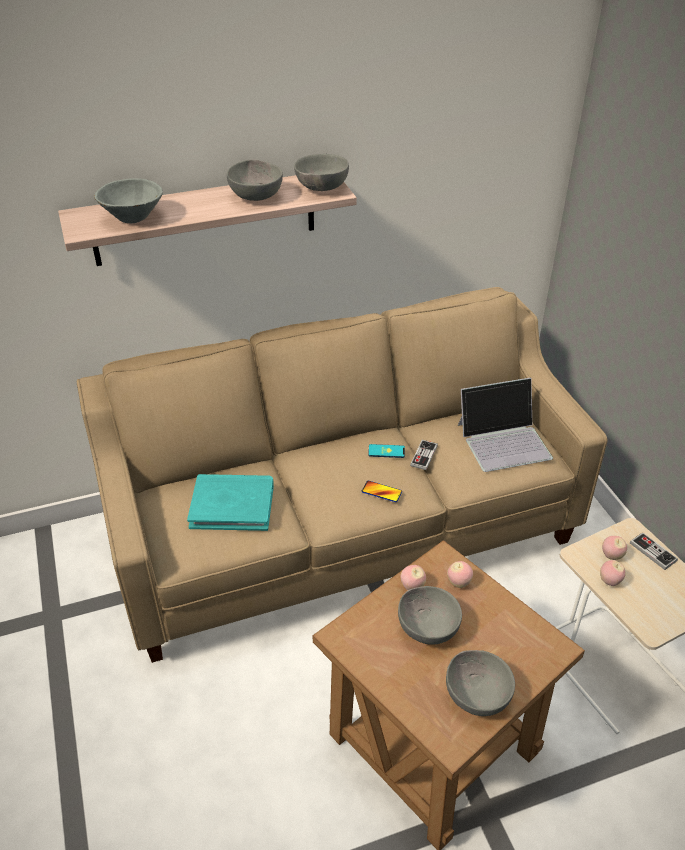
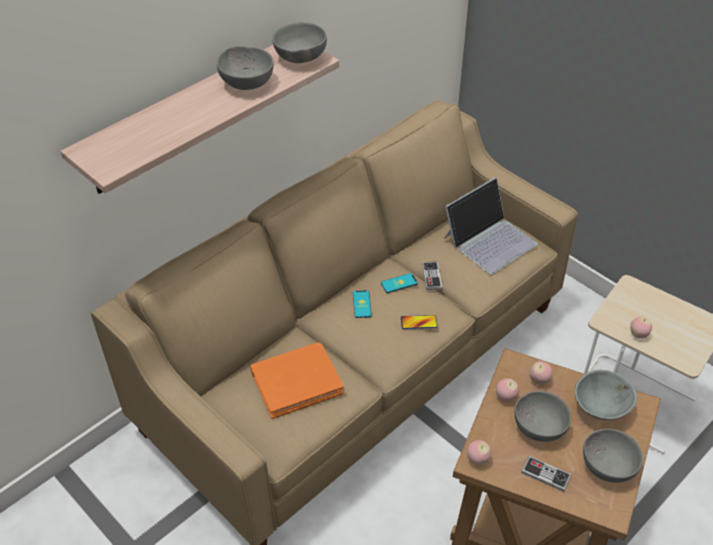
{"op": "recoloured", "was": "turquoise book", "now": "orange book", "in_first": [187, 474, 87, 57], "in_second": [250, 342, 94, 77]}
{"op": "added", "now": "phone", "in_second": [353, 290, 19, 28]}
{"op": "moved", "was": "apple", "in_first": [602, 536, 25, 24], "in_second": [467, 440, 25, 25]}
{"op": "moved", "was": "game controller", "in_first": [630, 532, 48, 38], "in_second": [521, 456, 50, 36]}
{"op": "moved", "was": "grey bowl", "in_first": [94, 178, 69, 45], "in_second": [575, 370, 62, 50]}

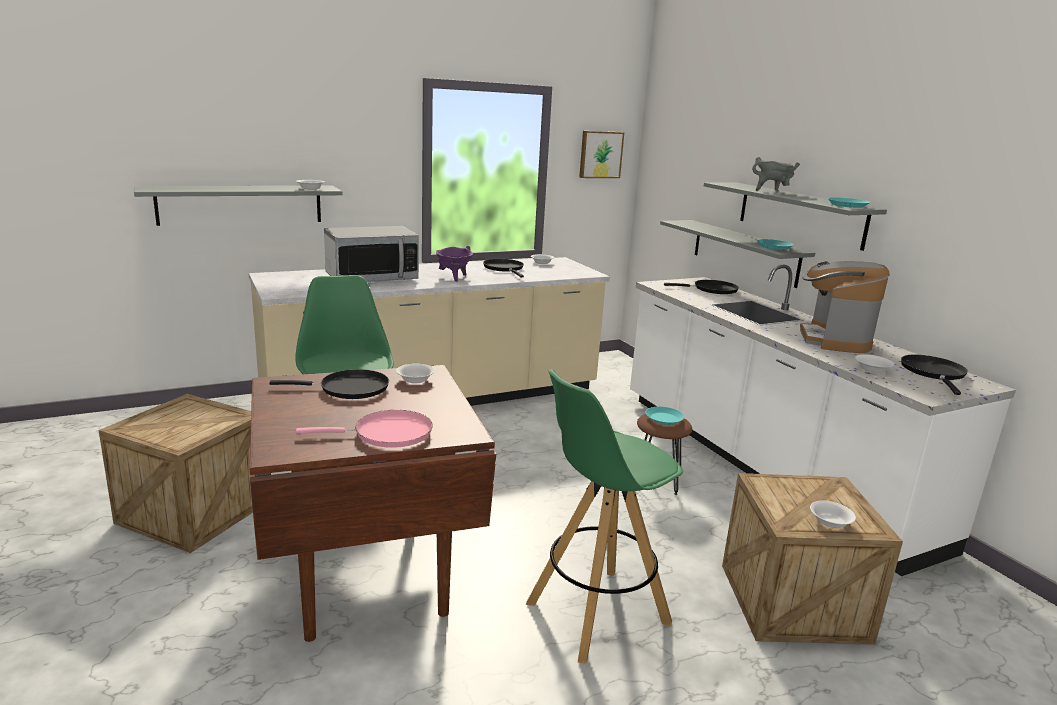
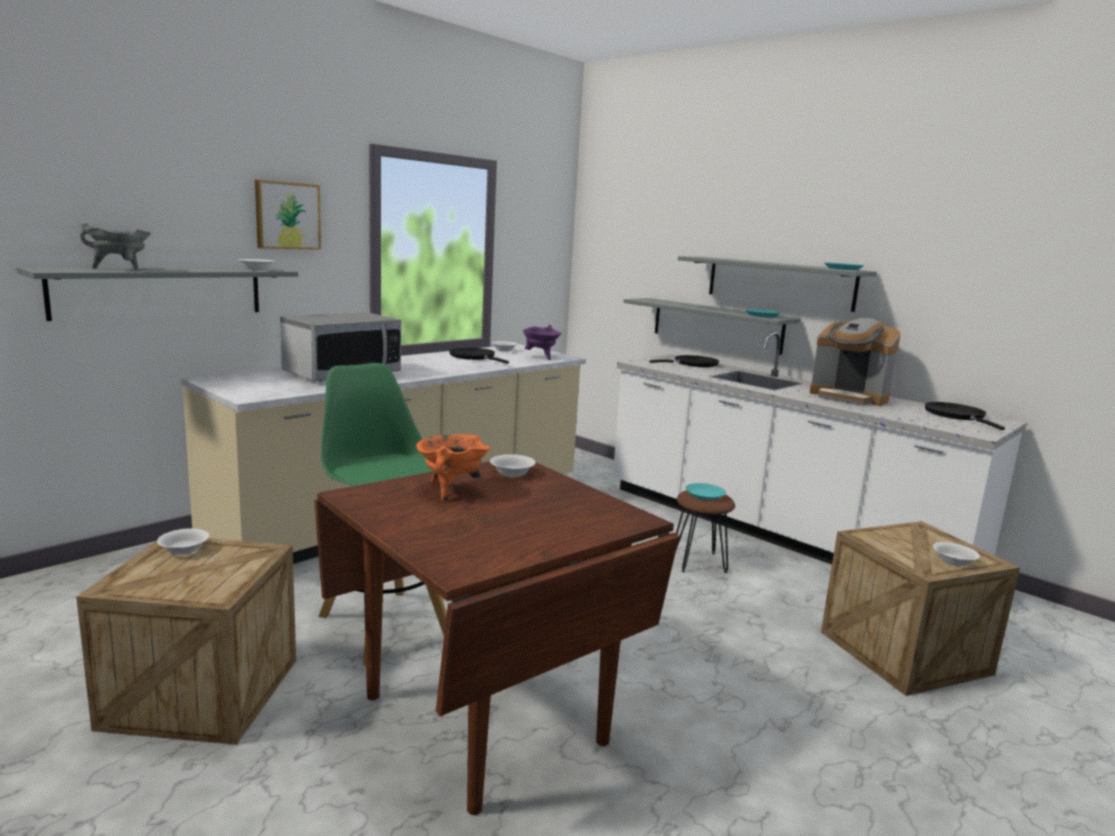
{"op": "moved", "was": "grey cooking pot", "in_first": [752, 157, 48, 34], "in_second": [80, 223, 71, 46]}
{"op": "moved", "was": "white bowl", "in_first": [855, 354, 39, 19], "in_second": [157, 528, 53, 27]}
{"op": "moved", "was": "picture", "in_first": [579, 131, 45, 47], "in_second": [255, 180, 66, 70]}
{"op": "replaced", "was": "black frying pan", "now": "orange cooking pot", "in_first": [270, 369, 119, 30], "in_second": [416, 434, 74, 68]}
{"op": "moved", "was": "purple cooking pot", "in_first": [436, 246, 37, 35], "in_second": [522, 325, 39, 35]}
{"op": "turned", "was": "coffee machine", "in_first": [800, 261, 90, 92], "in_second": [810, 318, 91, 88], "clockwise": -45}
{"op": "removed", "was": "pink frying pan", "in_first": [296, 410, 137, 38]}
{"op": "removed", "was": "green stool", "in_first": [526, 369, 157, 295]}

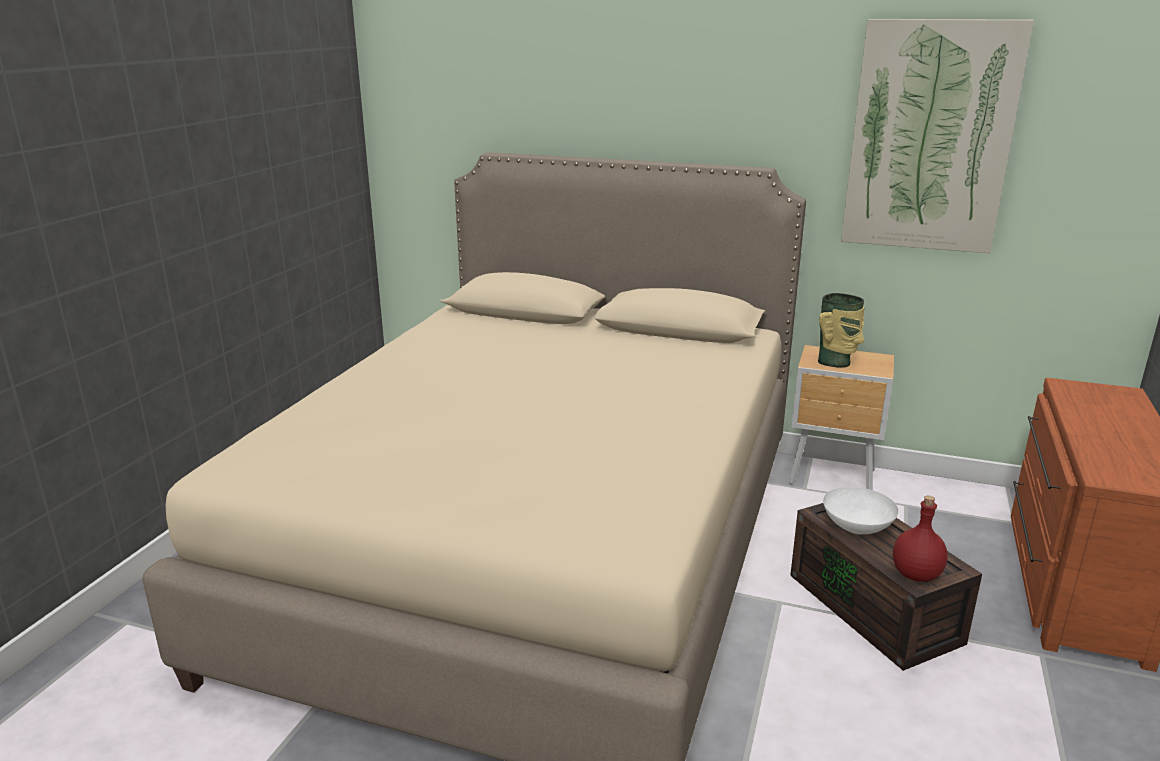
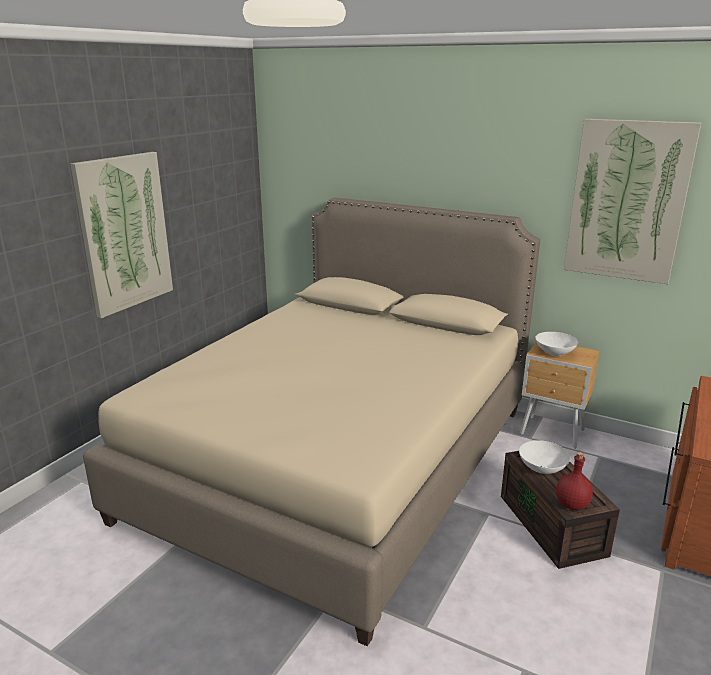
{"op": "added", "now": "picture", "in_second": [70, 152, 103, 166]}
{"op": "replaced", "was": "vase", "now": "white bowl", "in_first": [818, 293, 46, 75], "in_second": [535, 332, 43, 24]}

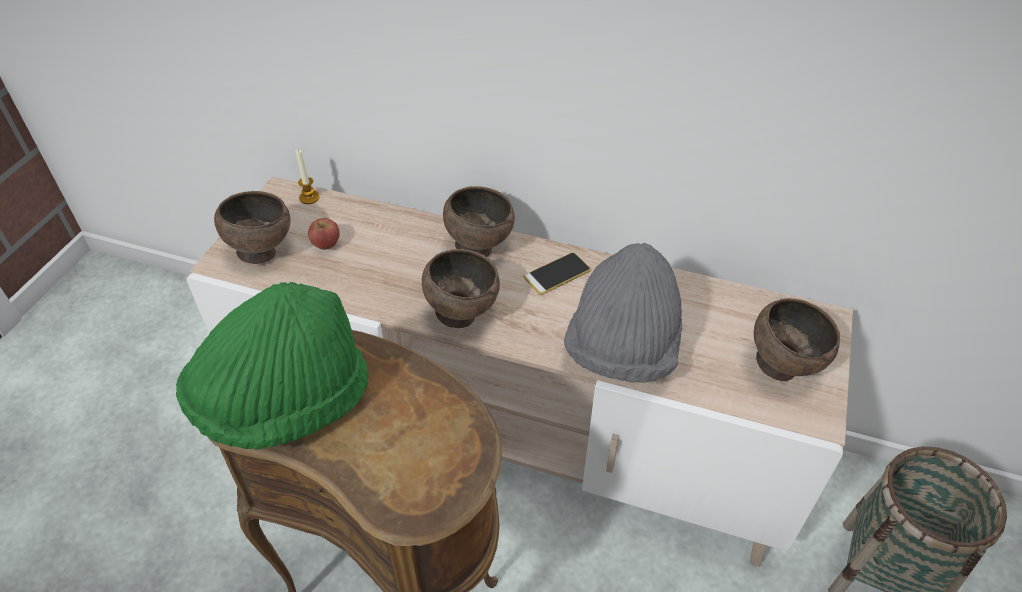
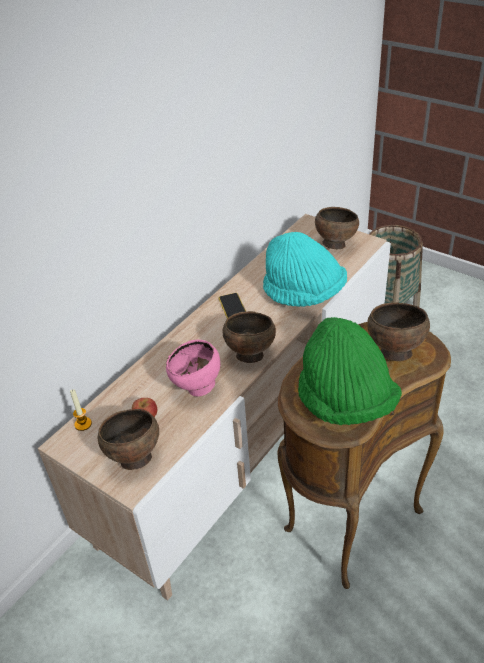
{"op": "added", "now": "pink bowl", "in_second": [166, 340, 54, 56]}
{"op": "recoloured", "was": "grey hat", "now": "turquoise hat", "in_first": [564, 243, 118, 140], "in_second": [263, 232, 84, 75]}
{"op": "moved", "was": "brown bowl", "in_first": [443, 186, 72, 71], "in_second": [367, 302, 63, 59]}

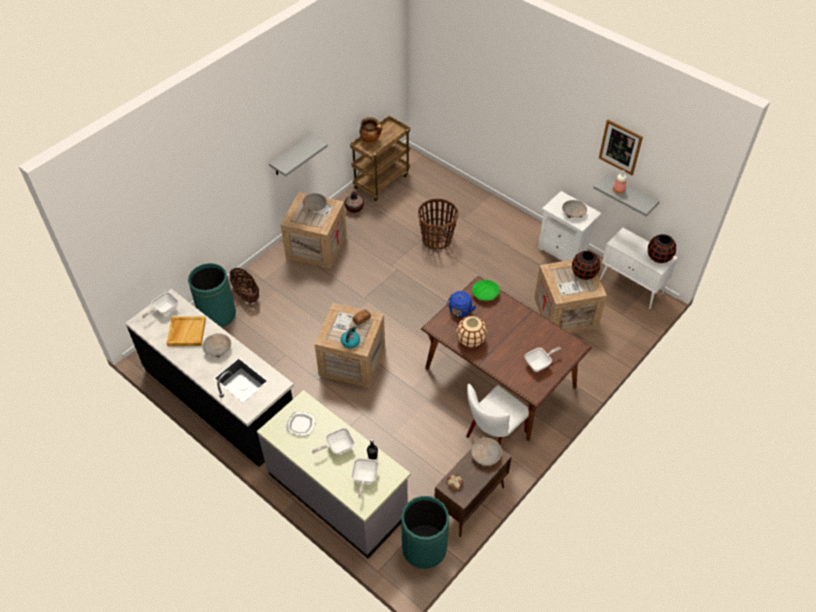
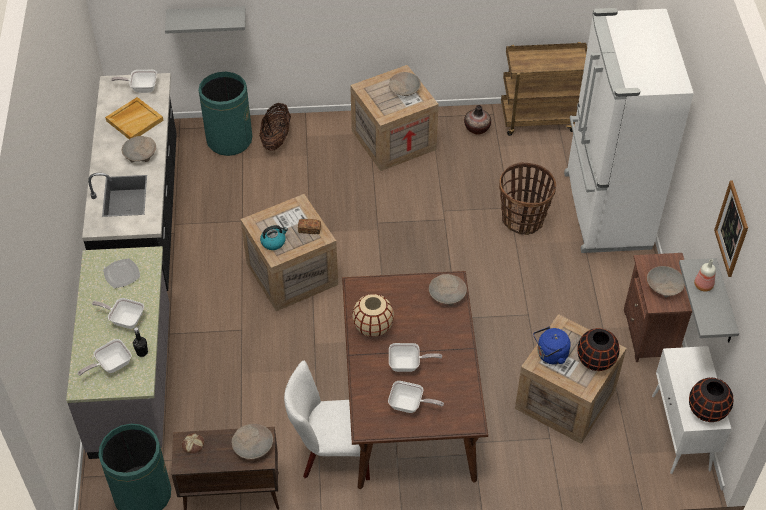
{"op": "moved", "was": "grey shelf", "in_first": [269, 135, 59, 41], "in_second": [165, 6, 80, 27]}
{"op": "added", "now": "frying pan", "in_second": [389, 343, 53, 29]}
{"op": "recoloured", "was": "green bowl", "now": "beige bowl", "in_first": [472, 280, 28, 21], "in_second": [429, 274, 38, 32]}
{"op": "moved", "was": "blue kettle", "in_first": [446, 291, 30, 26], "in_second": [534, 326, 37, 38]}
{"op": "added", "now": "white fridge", "in_second": [564, 8, 130, 245]}
{"op": "recoloured", "was": "white nightstand", "now": "brown nightstand", "in_first": [538, 191, 64, 70], "in_second": [624, 253, 68, 109]}
{"op": "removed", "was": "cooking pot", "in_first": [359, 117, 23, 27]}

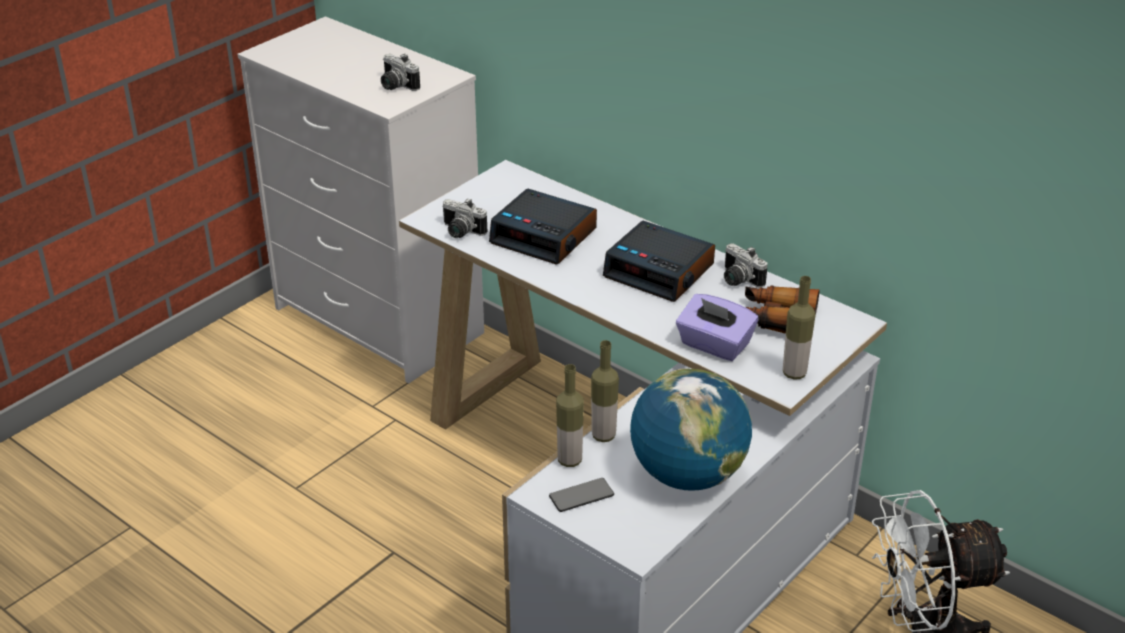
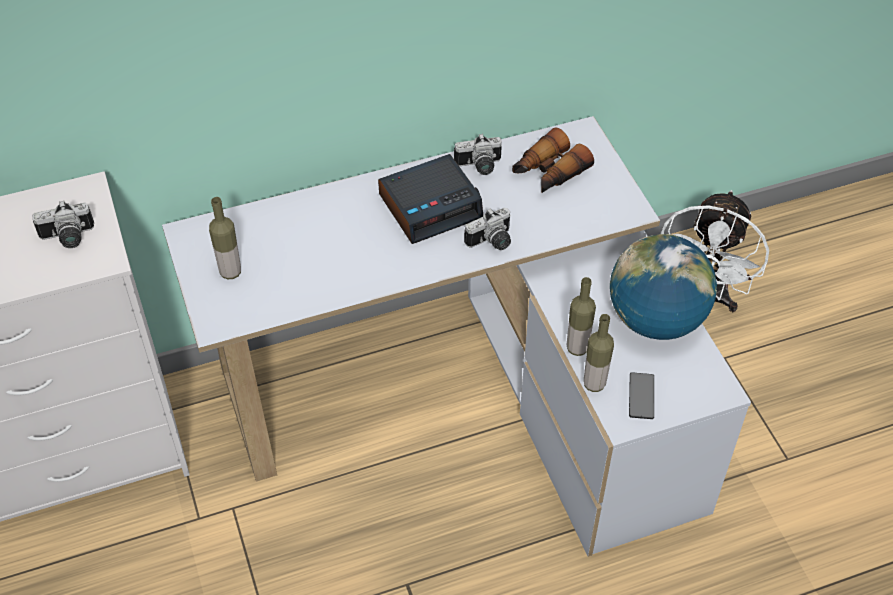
{"op": "moved", "was": "bottle", "in_first": [783, 276, 32, 104], "in_second": [209, 197, 32, 82]}
{"op": "moved", "was": "photo camera", "in_first": [442, 198, 45, 40], "in_second": [464, 208, 47, 42]}
{"op": "removed", "was": "alarm clock", "in_first": [489, 188, 108, 77]}
{"op": "removed", "was": "purple tissue box", "in_first": [676, 294, 82, 67]}

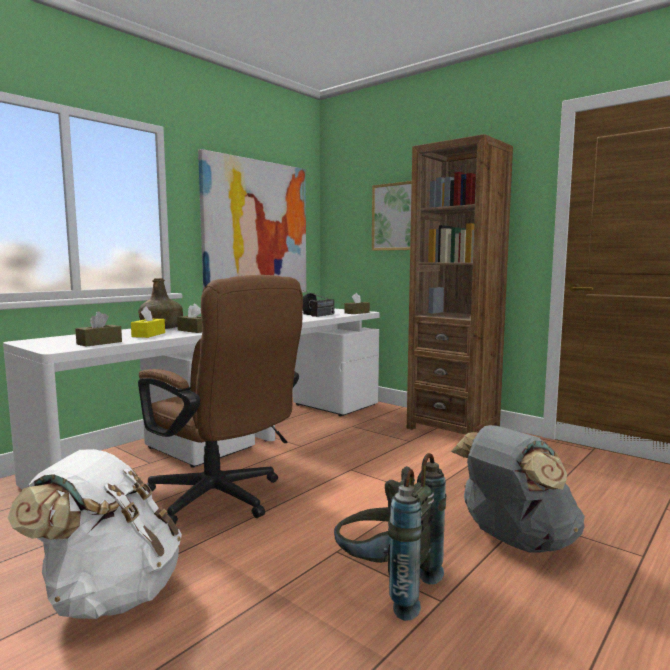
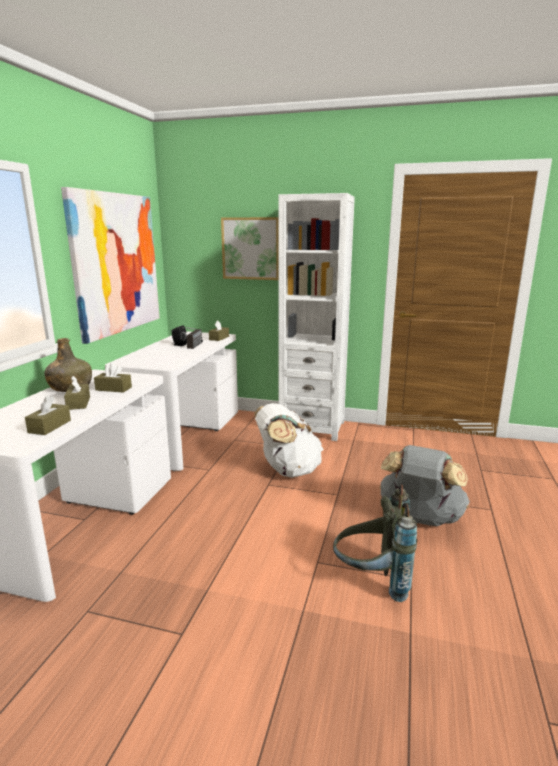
{"op": "recoloured", "was": "yellow tissue box", "now": "brown tissue box", "in_first": [131, 306, 34, 32], "in_second": [64, 376, 26, 34]}
{"op": "moved", "was": "white backpack", "in_first": [8, 449, 174, 170], "in_second": [254, 403, 70, 75]}
{"op": "recoloured", "was": "brown bookcase", "now": "white bookcase", "in_first": [407, 134, 106, 301], "in_second": [278, 193, 77, 248]}
{"op": "removed", "was": "brown office chair", "in_first": [138, 275, 165, 249]}

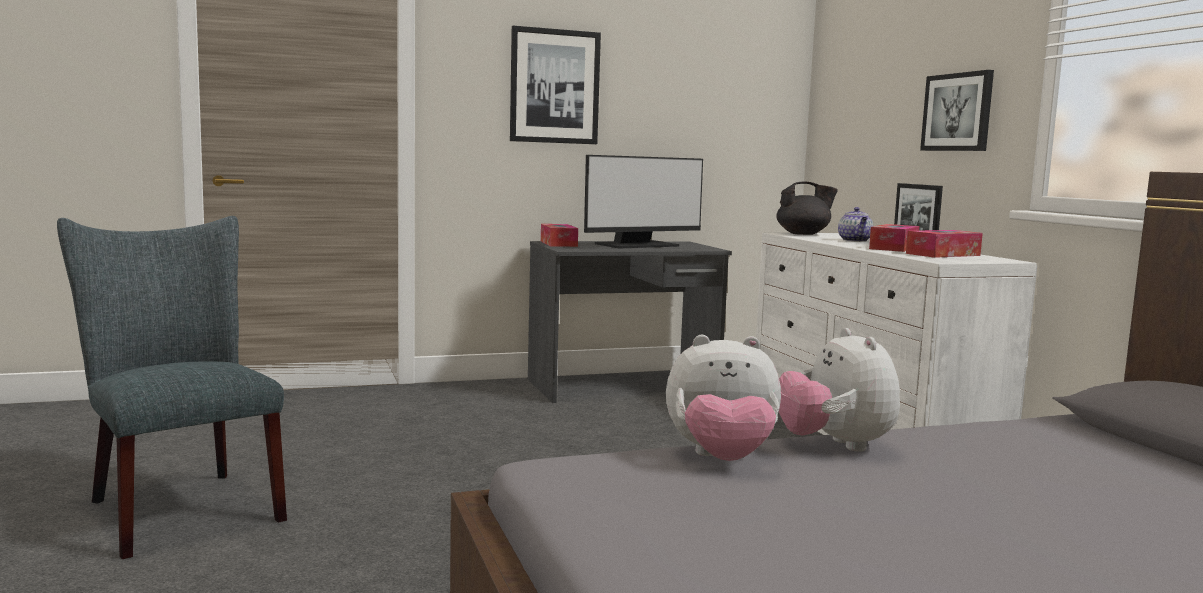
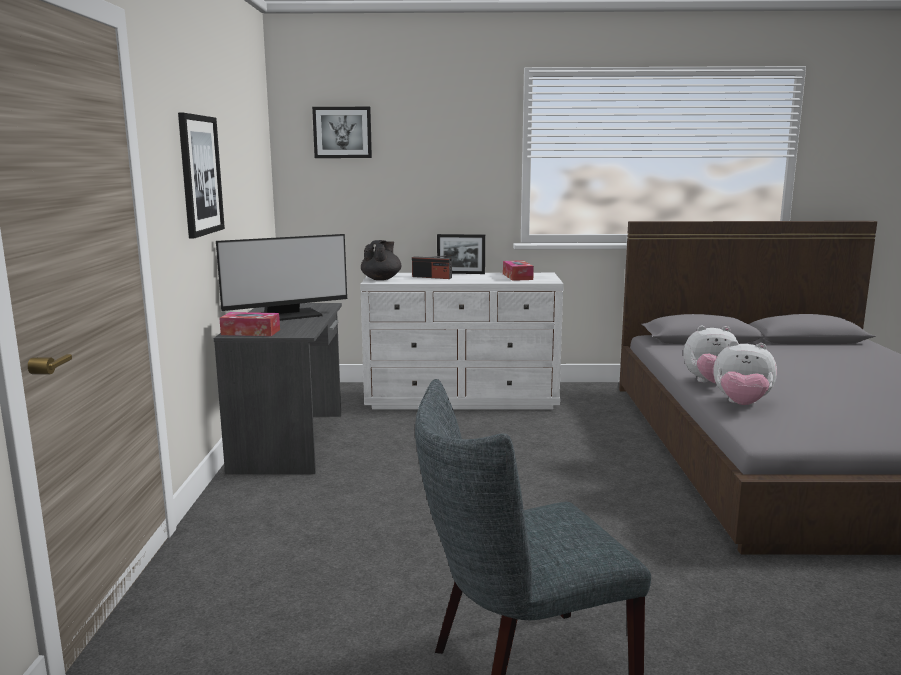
{"op": "turned", "was": "monitor", "in_first": [584, 155, 119, 94], "in_second": [216, 234, 131, 87], "clockwise": 75}
{"op": "moved", "was": "picture", "in_first": [920, 70, 74, 81], "in_second": [312, 107, 60, 51]}
{"op": "replaced", "was": "teapot", "now": "radio", "in_first": [838, 207, 36, 35], "in_second": [412, 255, 40, 24]}
{"op": "turned", "was": "plush toy", "in_first": [666, 335, 115, 126], "in_second": [713, 341, 64, 64], "clockwise": 90}
{"op": "removed", "was": "tissue box", "in_first": [869, 224, 51, 28]}

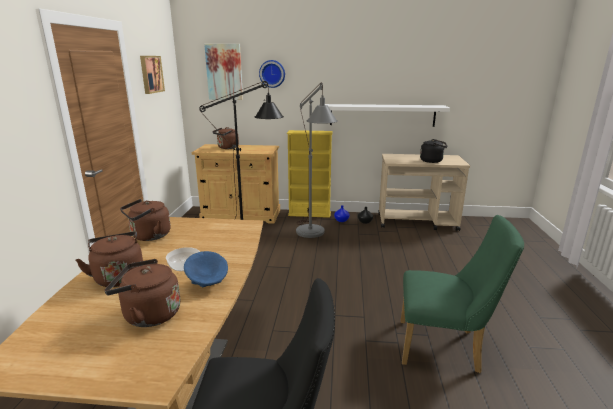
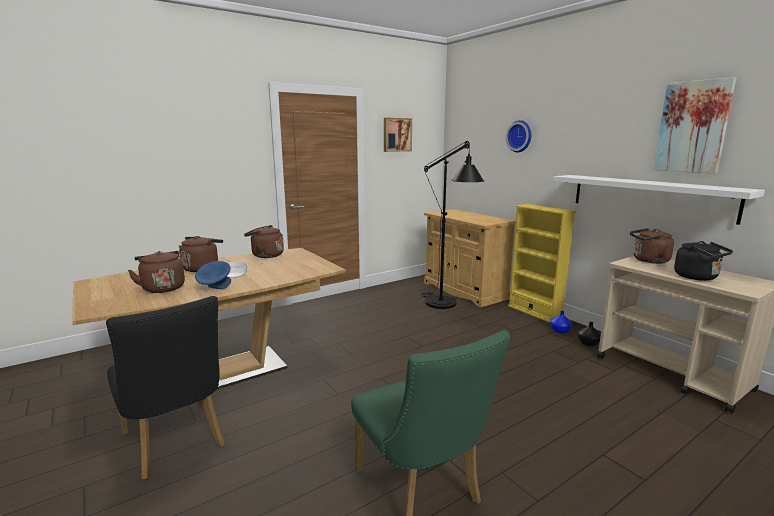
{"op": "moved", "was": "brown kettle", "in_first": [212, 127, 27, 22], "in_second": [630, 228, 44, 36]}
{"op": "moved", "was": "picture", "in_first": [204, 44, 39, 56], "in_second": [653, 77, 83, 97]}
{"op": "removed", "was": "grey floor lamp", "in_first": [296, 82, 42, 156]}

